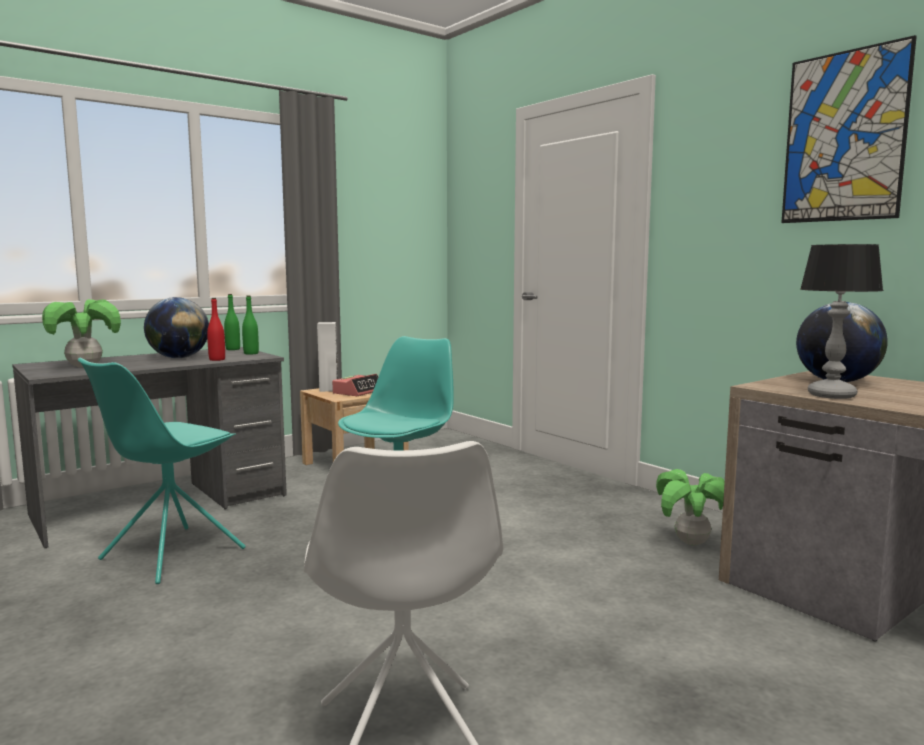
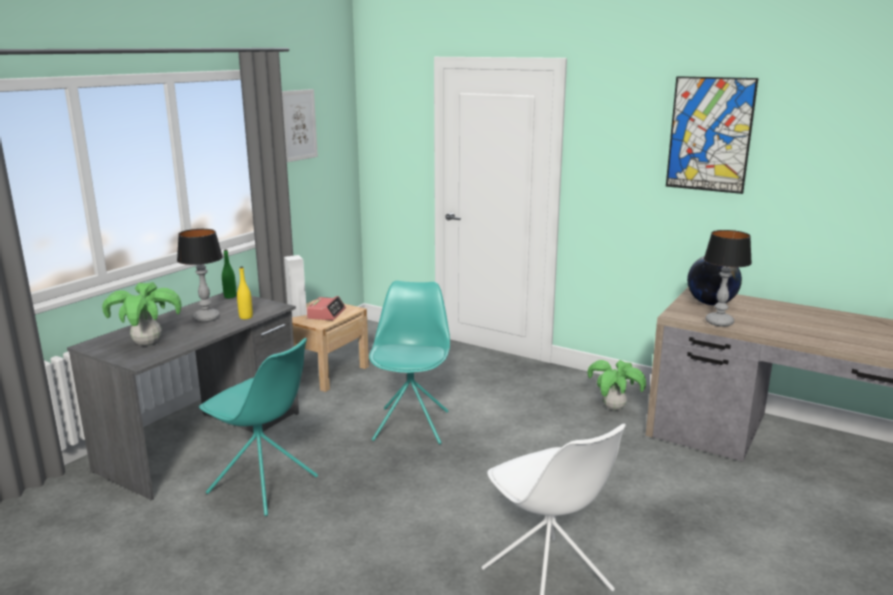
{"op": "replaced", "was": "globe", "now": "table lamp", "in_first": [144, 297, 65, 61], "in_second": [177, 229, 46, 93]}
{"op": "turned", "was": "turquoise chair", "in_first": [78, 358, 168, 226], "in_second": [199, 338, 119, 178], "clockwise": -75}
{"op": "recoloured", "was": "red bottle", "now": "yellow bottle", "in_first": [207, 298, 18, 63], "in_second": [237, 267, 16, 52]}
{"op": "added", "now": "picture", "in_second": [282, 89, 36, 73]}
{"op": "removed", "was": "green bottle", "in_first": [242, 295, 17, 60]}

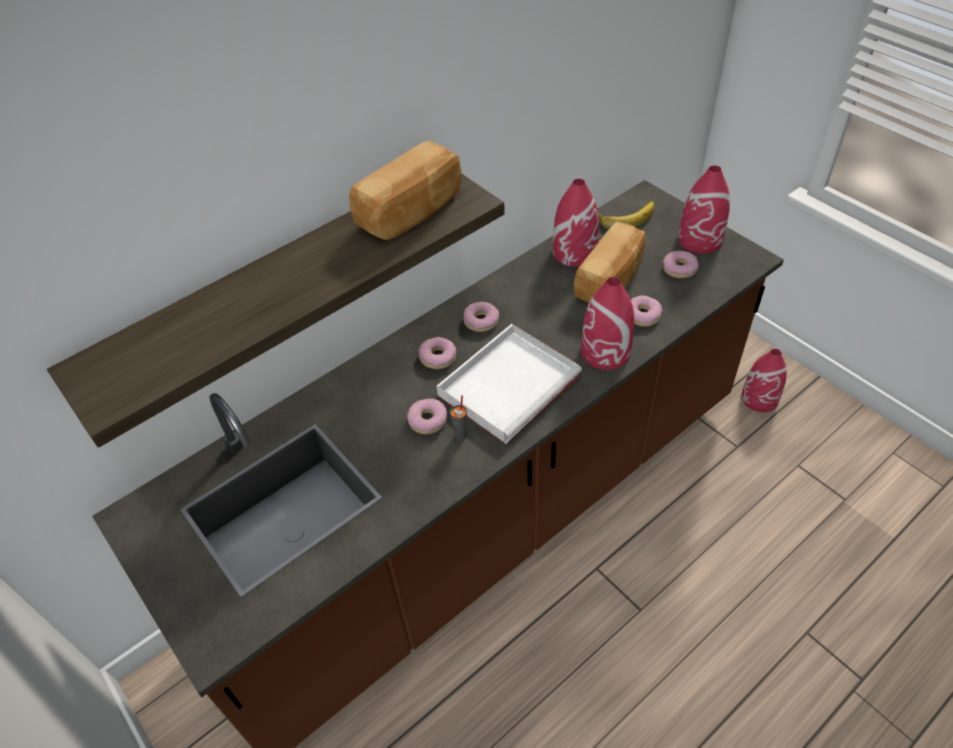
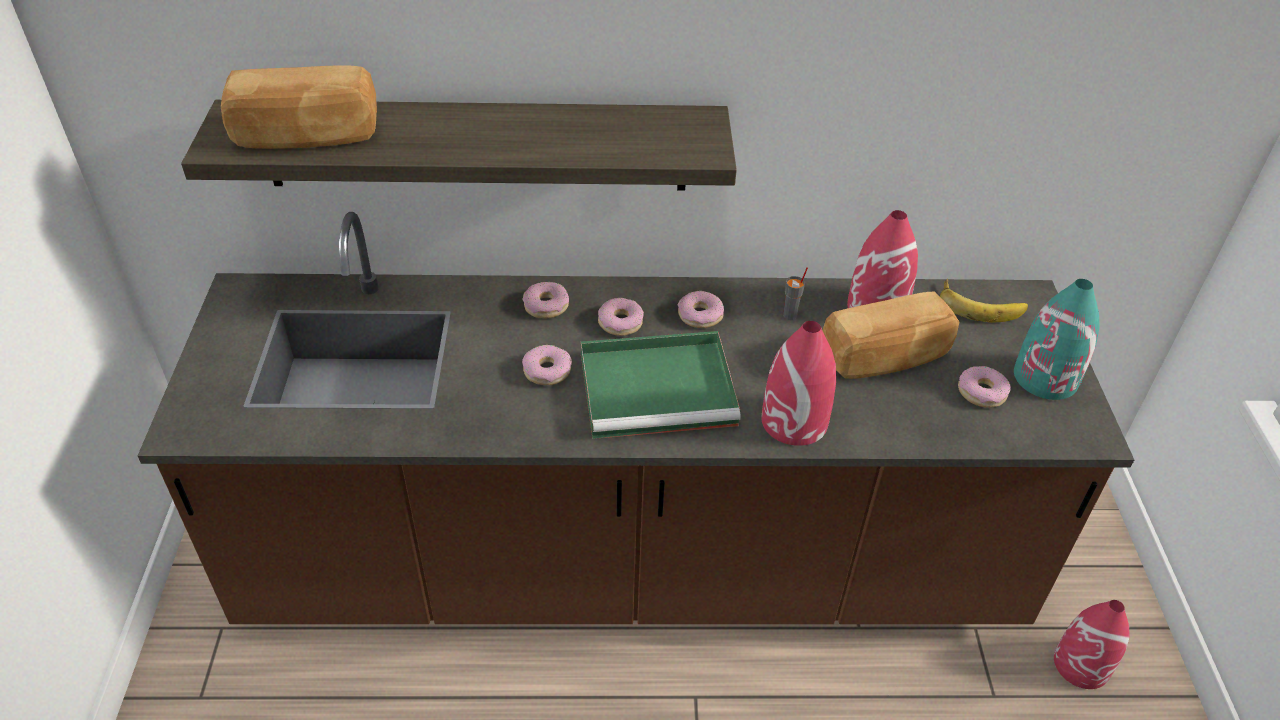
{"op": "moved", "was": "bread", "in_first": [349, 140, 112, 100], "in_second": [221, 65, 156, 84]}
{"op": "moved", "was": "donut", "in_first": [631, 295, 31, 32], "in_second": [522, 282, 47, 37]}
{"op": "recoloured", "was": "white tray", "now": "green tray", "in_first": [437, 324, 145, 120], "in_second": [581, 331, 160, 108]}
{"op": "moved", "was": "grey cup", "in_first": [450, 395, 17, 45], "in_second": [783, 267, 25, 53]}
{"op": "recoloured", "was": "red vase", "now": "turquoise vase", "in_first": [678, 165, 52, 89], "in_second": [1014, 279, 86, 121]}

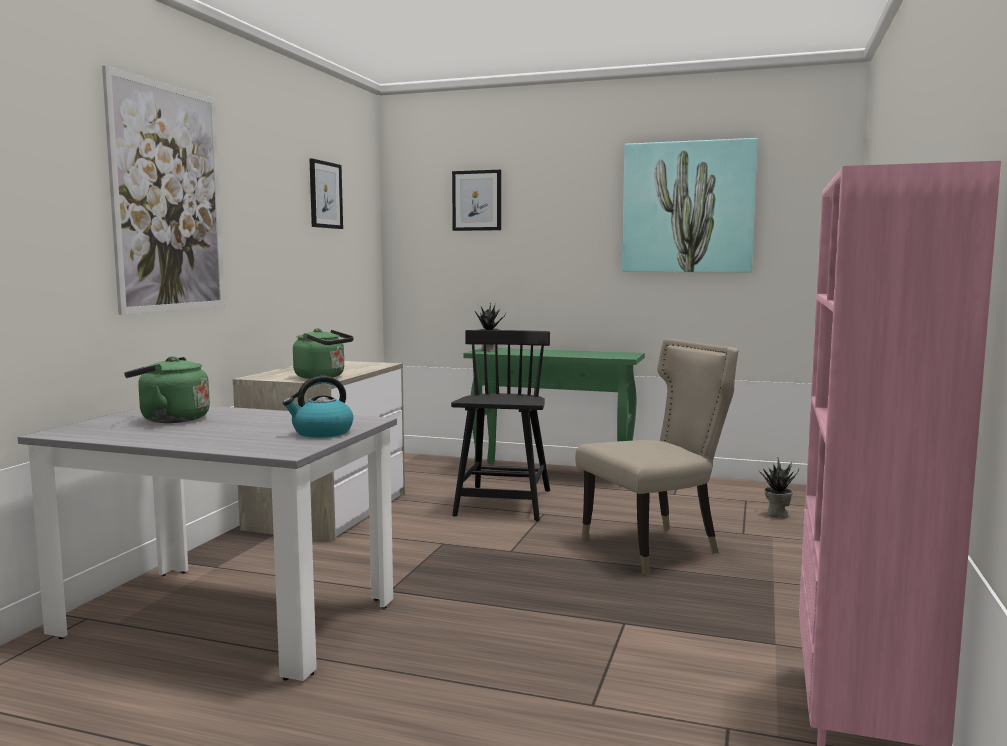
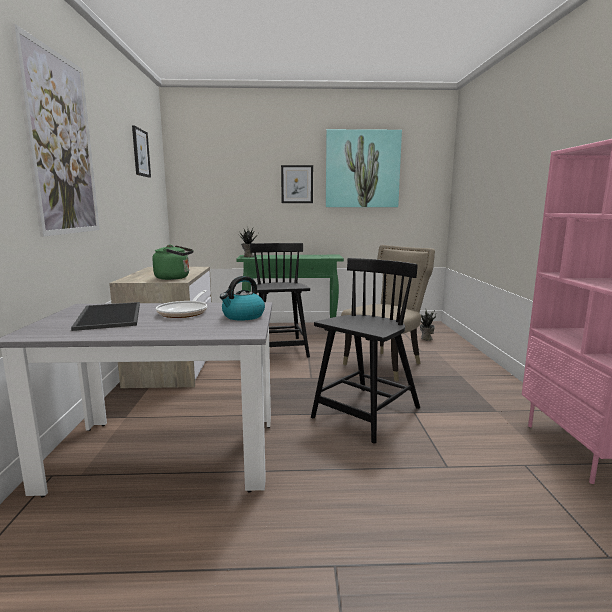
{"op": "replaced", "was": "green kettle", "now": "tray", "in_first": [124, 356, 86, 67], "in_second": [71, 302, 69, 29]}
{"op": "added", "now": "frying pan", "in_second": [156, 290, 51, 28]}
{"op": "moved", "was": "picture", "in_first": [452, 170, 49, 61], "in_second": [281, 165, 32, 38]}
{"op": "added", "now": "black chair", "in_second": [311, 258, 109, 186]}

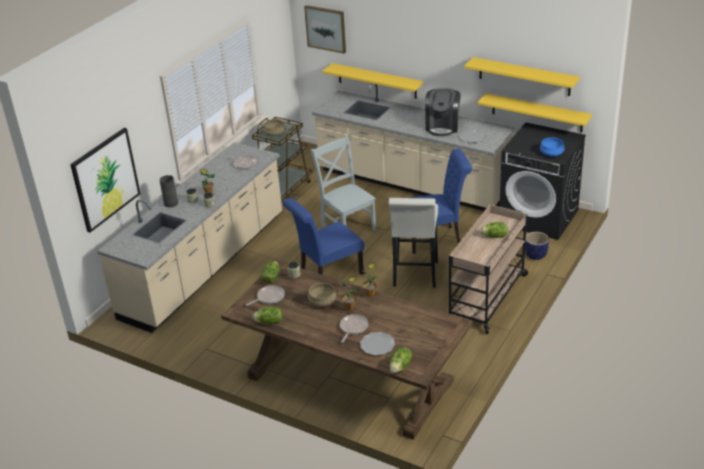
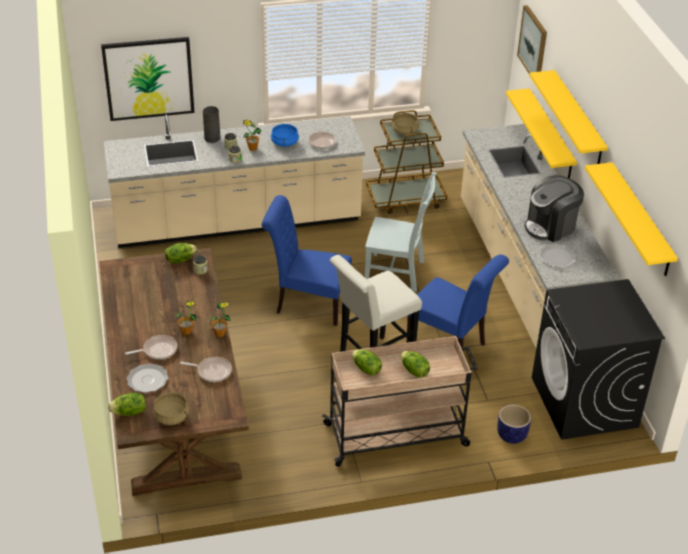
{"op": "moved", "was": "beige cooking pot", "in_first": [305, 283, 33, 24], "in_second": [153, 392, 36, 33]}
{"op": "moved", "was": "frying pan", "in_first": [246, 285, 39, 21], "in_second": [180, 357, 52, 25]}
{"op": "moved", "was": "blue cooking pot", "in_first": [539, 137, 26, 19], "in_second": [271, 123, 28, 24]}
{"op": "moved", "was": "lettuce", "in_first": [252, 306, 30, 18], "in_second": [352, 349, 30, 27]}
{"op": "turned", "was": "grey chair", "in_first": [311, 135, 65, 96], "in_second": [365, 172, 72, 120], "clockwise": 90}
{"op": "moved", "was": "yellow shelf", "in_first": [478, 93, 114, 40], "in_second": [529, 70, 79, 94]}

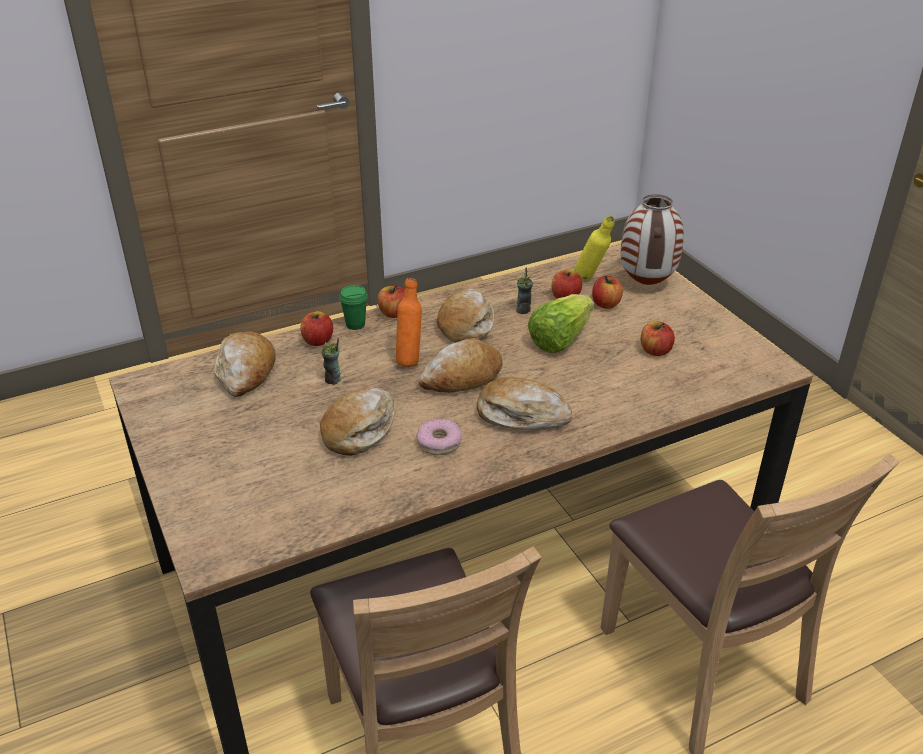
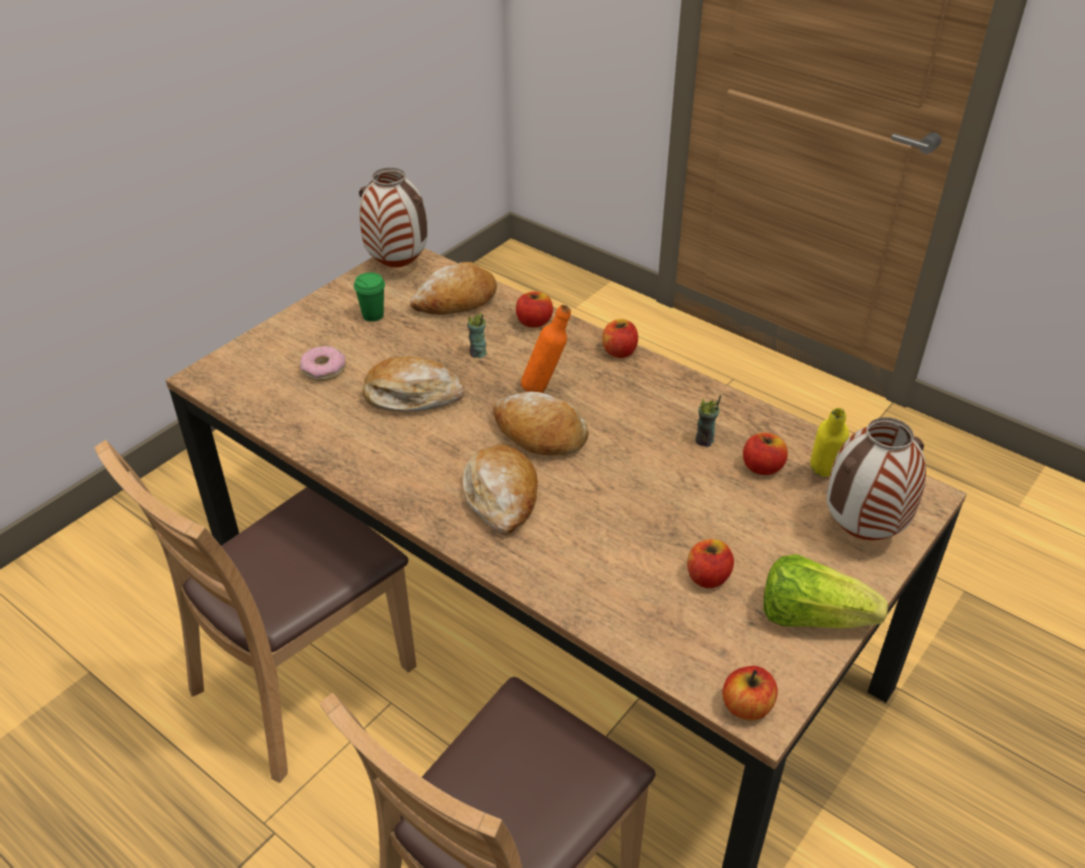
{"op": "moved", "was": "donut", "in_first": [416, 419, 46, 36], "in_second": [300, 346, 46, 35]}
{"op": "moved", "was": "green cup", "in_first": [339, 285, 29, 45], "in_second": [354, 272, 31, 50]}
{"op": "added", "now": "vase", "in_second": [359, 168, 69, 100]}
{"op": "moved", "was": "apple", "in_first": [592, 276, 31, 33], "in_second": [723, 666, 55, 54]}
{"op": "moved", "was": "lettuce", "in_first": [528, 294, 66, 59], "in_second": [763, 554, 125, 75]}
{"op": "removed", "was": "bread", "in_first": [437, 288, 57, 55]}

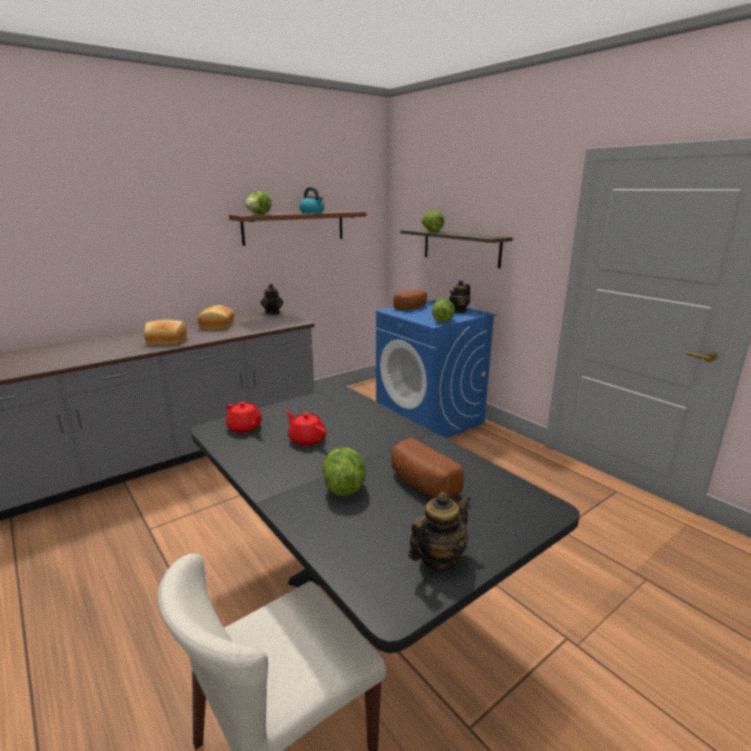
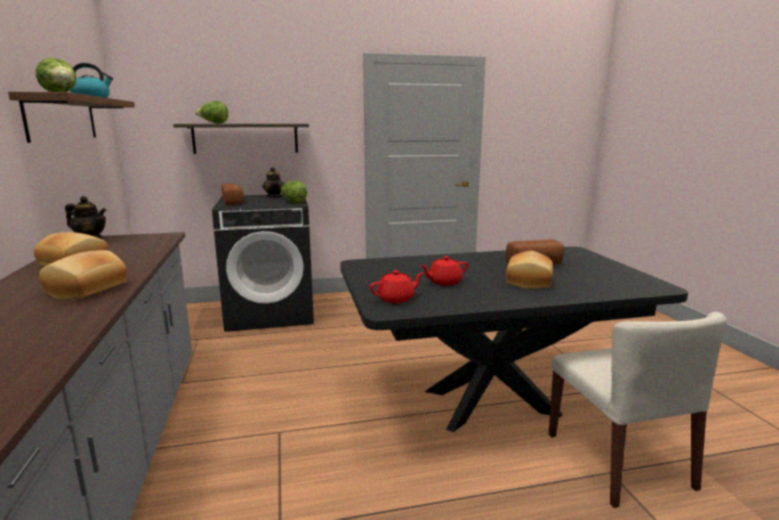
{"op": "recoloured", "was": "blue washing machine", "now": "black washing machine", "in_first": [376, 300, 120, 139], "in_second": [212, 194, 102, 138]}
{"op": "replaced", "was": "lettuce", "now": "bread", "in_first": [322, 447, 44, 49], "in_second": [506, 251, 47, 38]}
{"op": "removed", "was": "teapot", "in_first": [408, 492, 63, 78]}

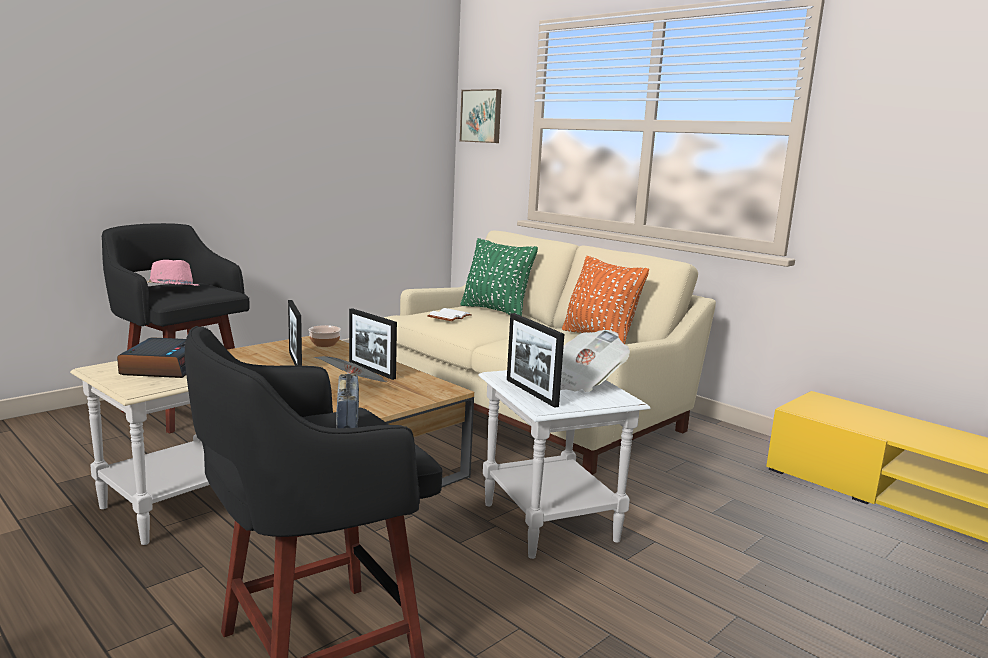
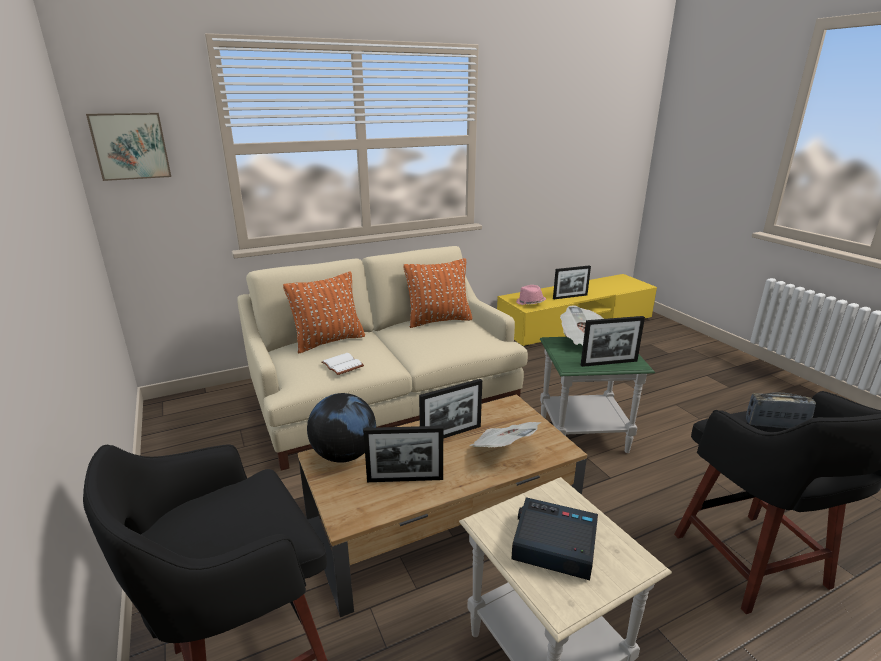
{"op": "recoloured", "was": "green pillow", "now": "orange pillow", "in_first": [460, 238, 78, 78], "in_second": [283, 271, 82, 83]}
{"op": "replaced", "was": "bowl", "now": "globe", "in_first": [309, 325, 32, 22], "in_second": [307, 393, 69, 70]}
{"op": "moved", "was": "pink hat", "in_first": [147, 260, 52, 26], "in_second": [516, 285, 30, 20]}
{"op": "recoloured", "was": "white side table", "now": "green side table", "in_first": [478, 370, 172, 189], "in_second": [540, 337, 115, 116]}
{"op": "added", "now": "picture frame", "in_second": [553, 265, 38, 34]}

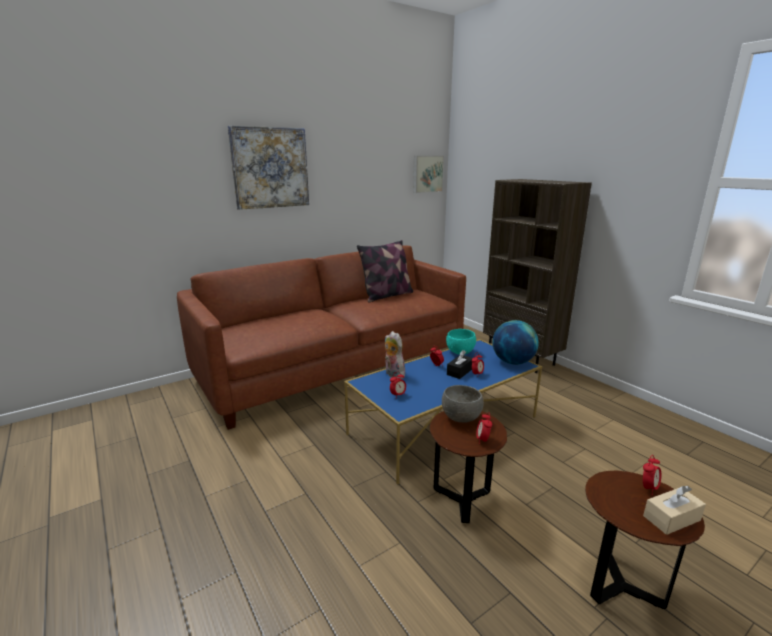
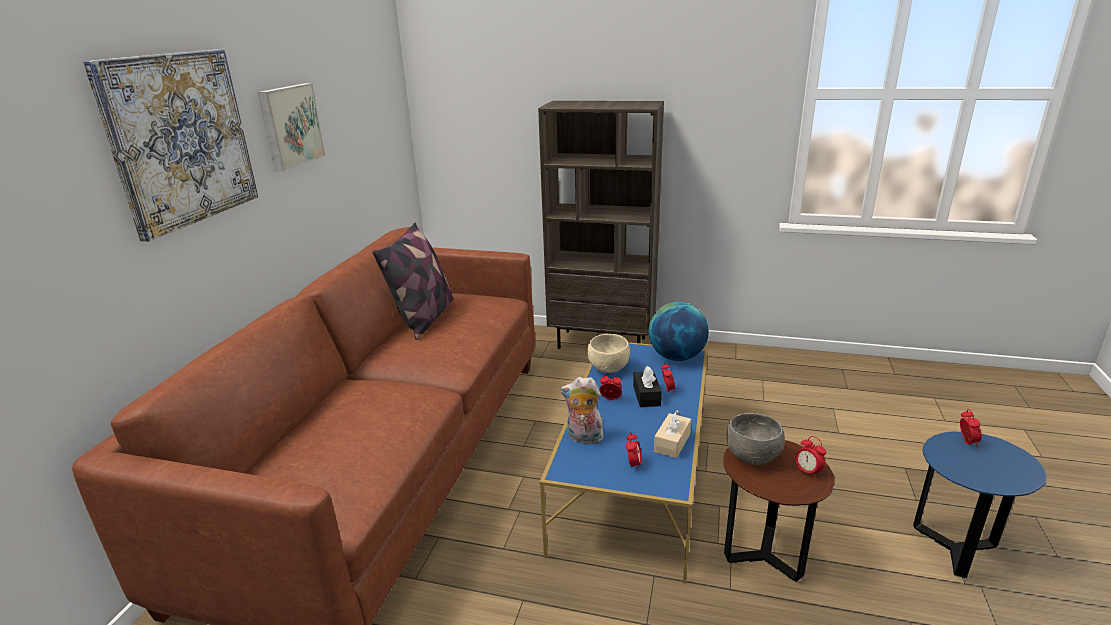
{"op": "moved", "was": "picture", "in_first": [413, 156, 31, 37], "in_second": [258, 83, 67, 88]}
{"op": "recoloured", "was": "turquoise bowl", "now": "beige bowl", "in_first": [446, 329, 30, 26], "in_second": [587, 334, 43, 39]}
{"op": "moved", "was": "beige tissue box", "in_first": [643, 486, 63, 49], "in_second": [654, 410, 37, 48]}
{"op": "recoloured", "was": "brown side table", "now": "blue side table", "in_first": [585, 471, 120, 138], "in_second": [913, 432, 134, 146]}

